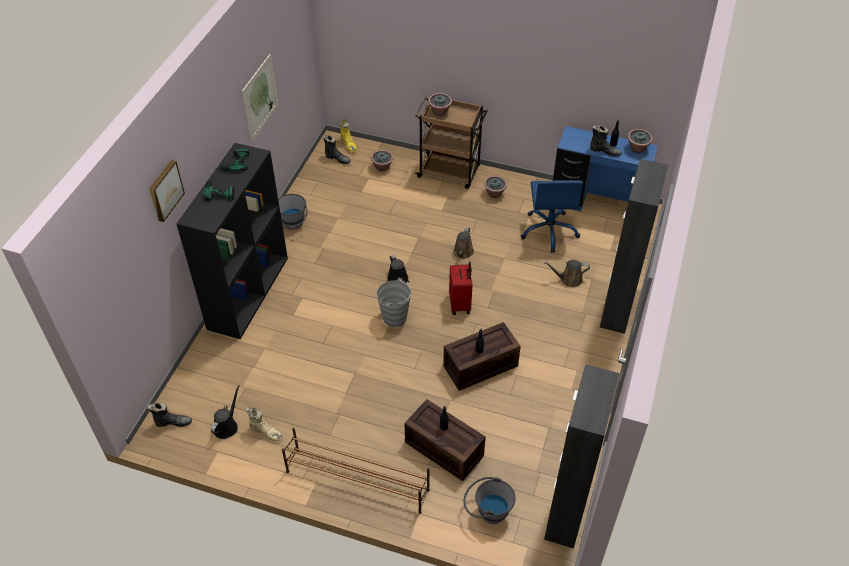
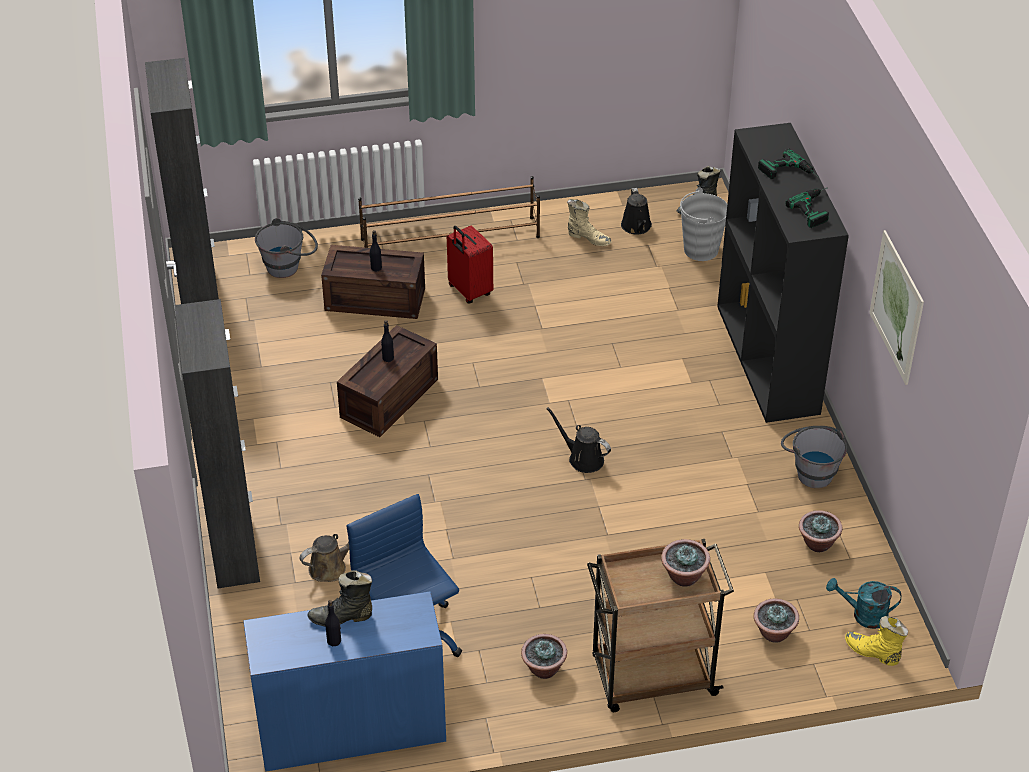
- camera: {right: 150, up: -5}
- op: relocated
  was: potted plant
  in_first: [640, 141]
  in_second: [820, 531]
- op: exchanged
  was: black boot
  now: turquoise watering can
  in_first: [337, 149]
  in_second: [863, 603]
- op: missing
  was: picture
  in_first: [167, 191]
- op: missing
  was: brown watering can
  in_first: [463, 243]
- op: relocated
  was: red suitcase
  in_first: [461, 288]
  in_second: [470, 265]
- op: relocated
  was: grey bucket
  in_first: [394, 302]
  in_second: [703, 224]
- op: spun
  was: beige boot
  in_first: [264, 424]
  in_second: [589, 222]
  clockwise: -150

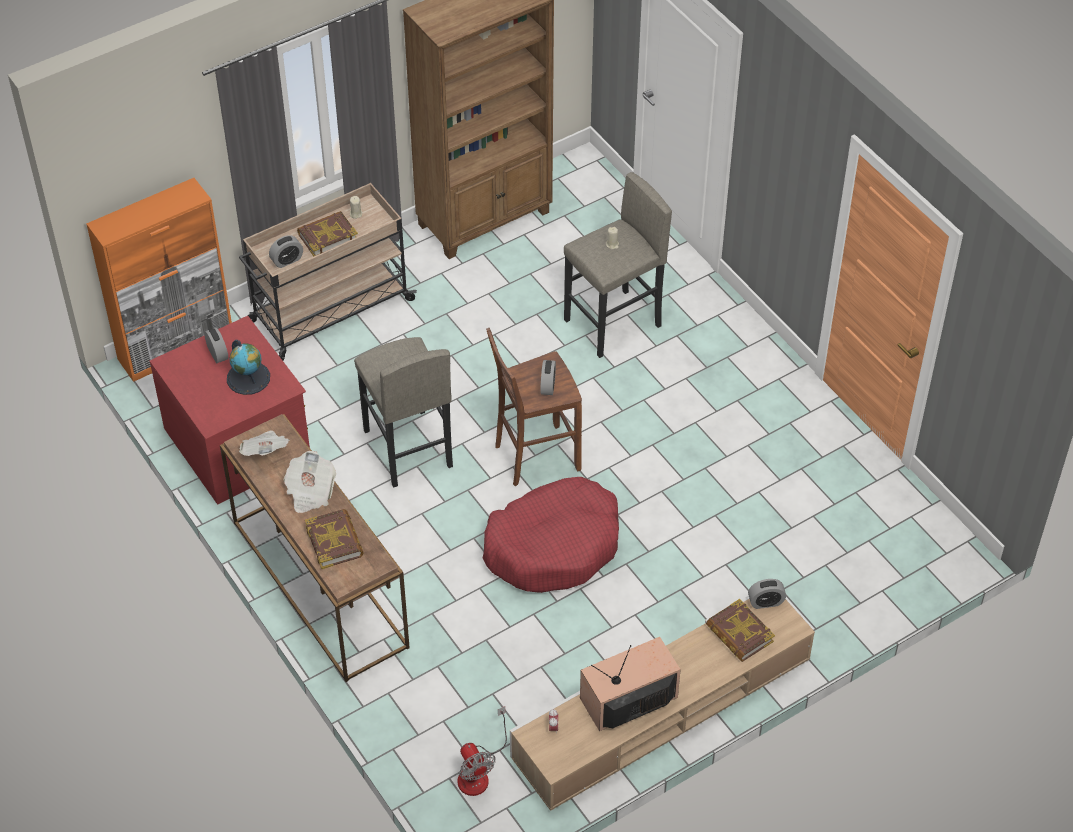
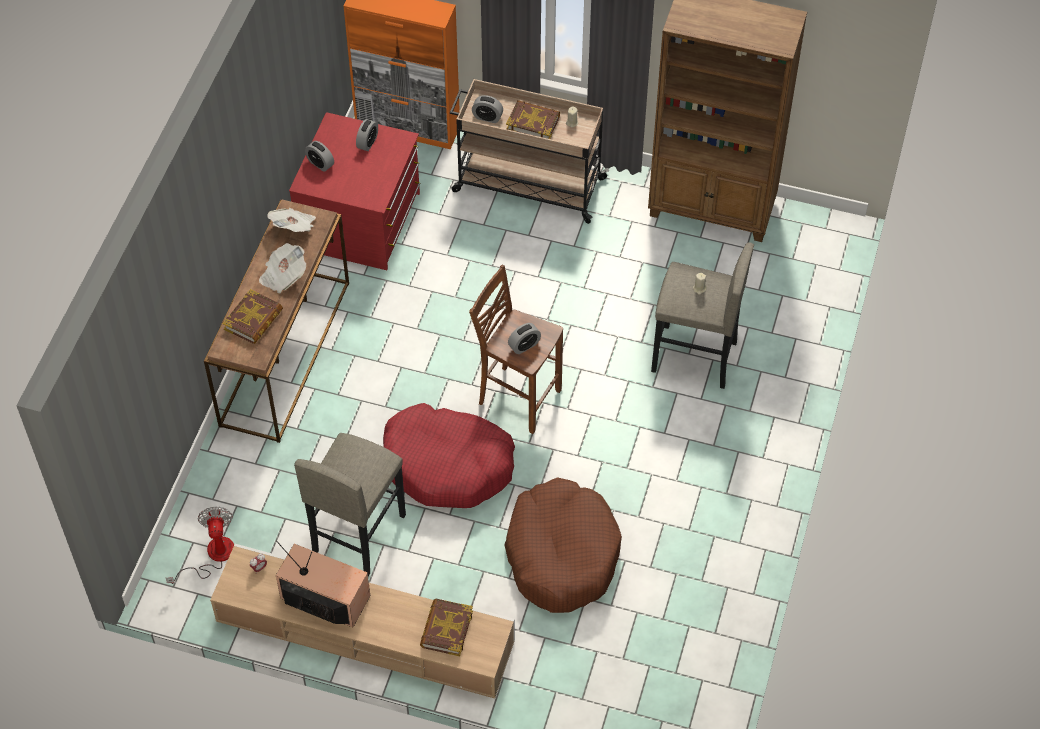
- camera: {right: 50, up: 5}
- op: relocated
  was: grey stool
  in_first: [403, 412]
  in_second: [350, 505]
- op: missing
  was: globe
  in_first: [248, 367]
- op: relocated
  was: alarm clock
  in_first: [767, 594]
  in_second: [319, 156]
- op: spun
  was: fan
  in_first: [482, 751]
  in_second: [200, 545]
  clockwise: 150
- op: appeared
  now: brown dog bed
  in_second: [563, 545]

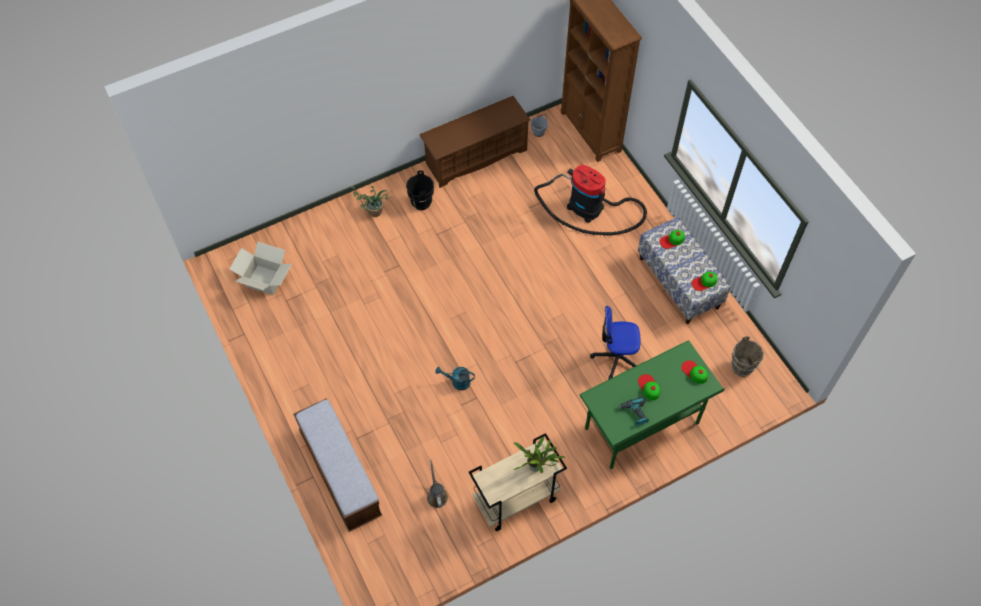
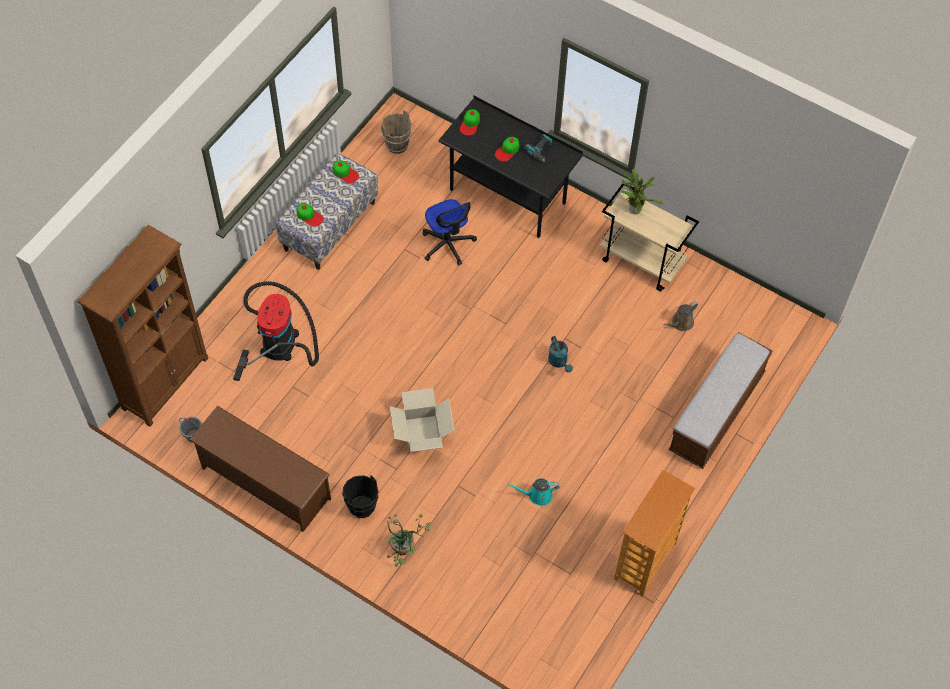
- camera: {right: -120, up: 0}
- op: relocated
  was: cardboard box
  in_first: [260, 268]
  in_second: [422, 420]
- op: colour
  was: green desk
  now: black desk
  in_first: [652, 404]
  in_second: [511, 167]
- op: appeared
  now: bookcase
  in_second: [654, 533]
- op: appeared
  now: turquoise watering can
  in_second: [533, 492]

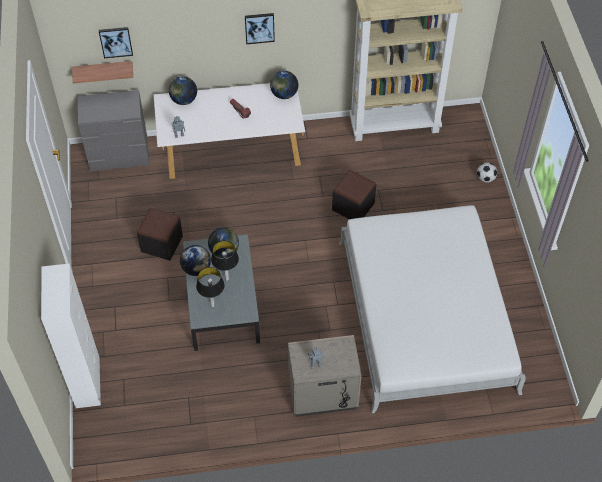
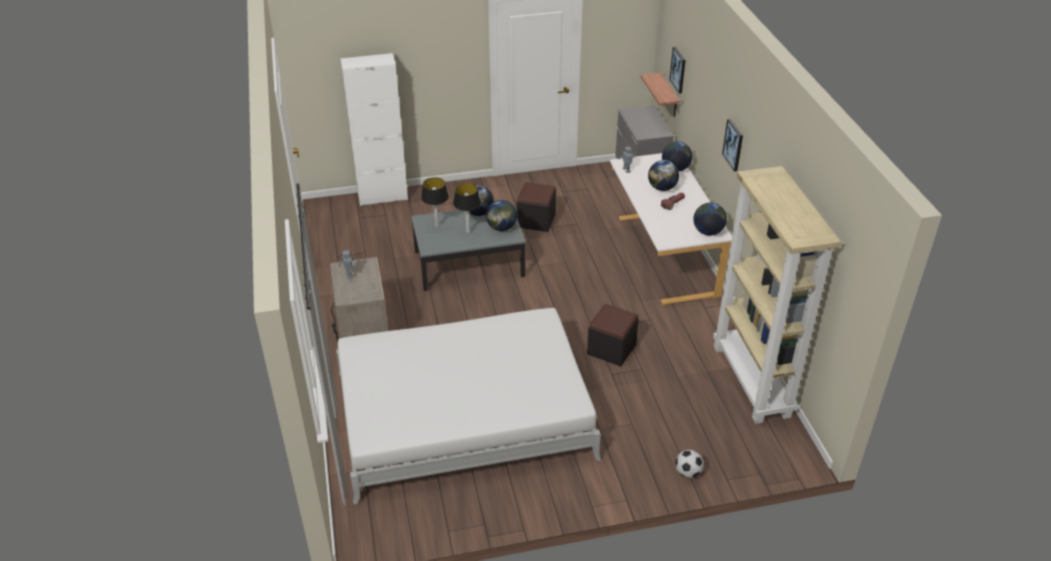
- camera: {right: 85, up: -15}
- op: appeared
  now: globe
  in_second: [663, 175]

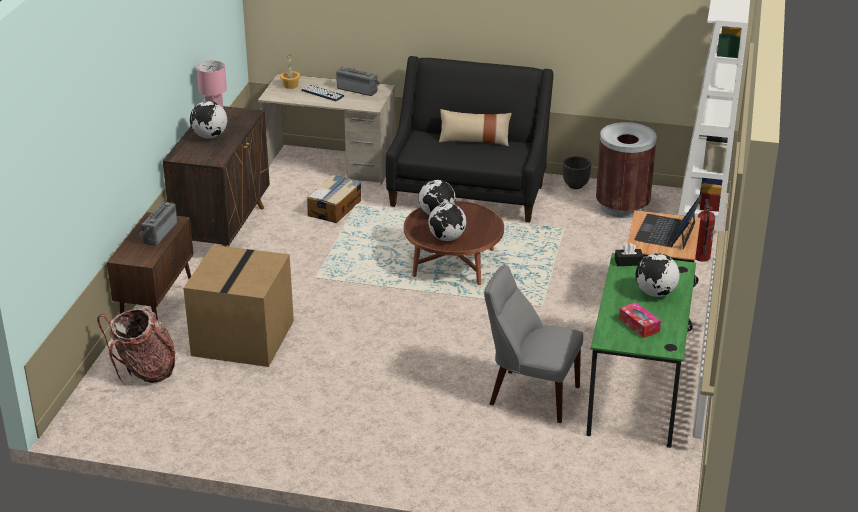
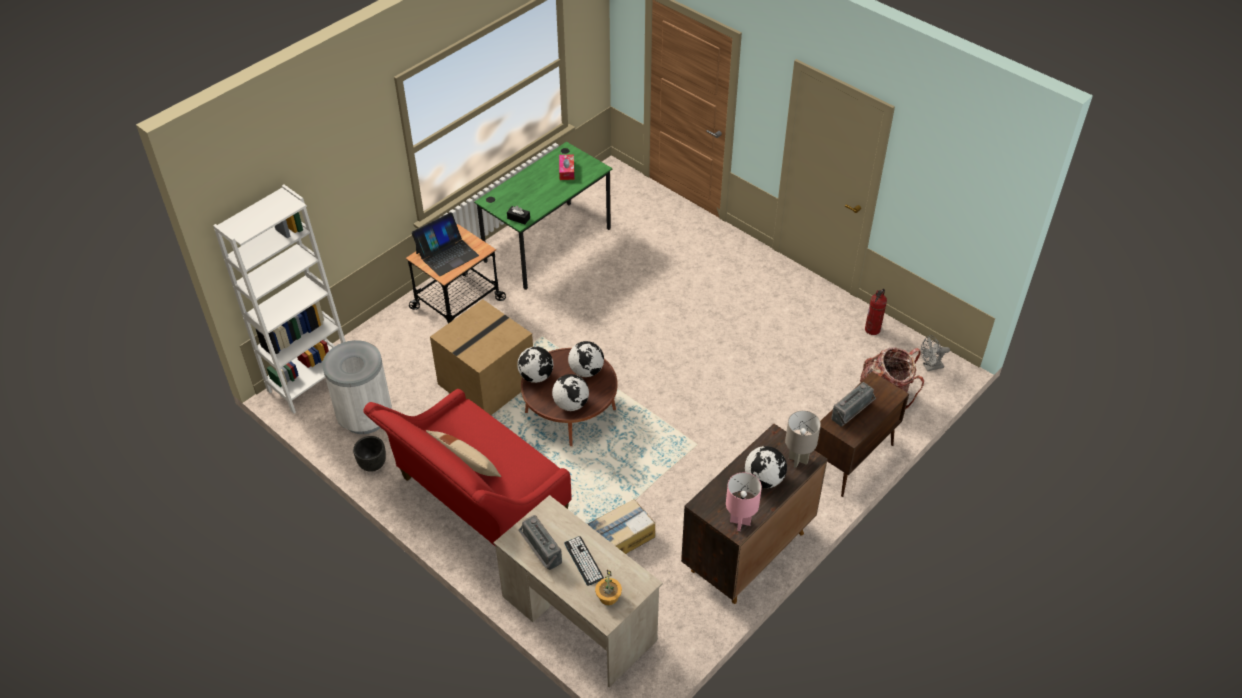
- camera: {right: -150, up: 15}
- op: colour
  was: black sofa
  now: red sofa
  in_first: [469, 139]
  in_second: [467, 468]
- op: colour
  was: brown trash can
  now: white trash can
  in_first: [626, 170]
  in_second: [357, 387]
- op: relocated
  was: fire extinguisher
  in_first: [705, 230]
  in_second: [876, 312]
- op: relocated
  was: cardboard box
  in_first: [238, 306]
  in_second: [481, 357]
- op: relocated
  was: globe
  in_first: [658, 275]
  in_second: [535, 365]
- op: missing
  was: grey chair
  in_first: [533, 344]
- op: appeared
  now: grey fan
  in_second: [935, 353]
- op: appeared
  now: grey table lamp
  in_second: [803, 439]

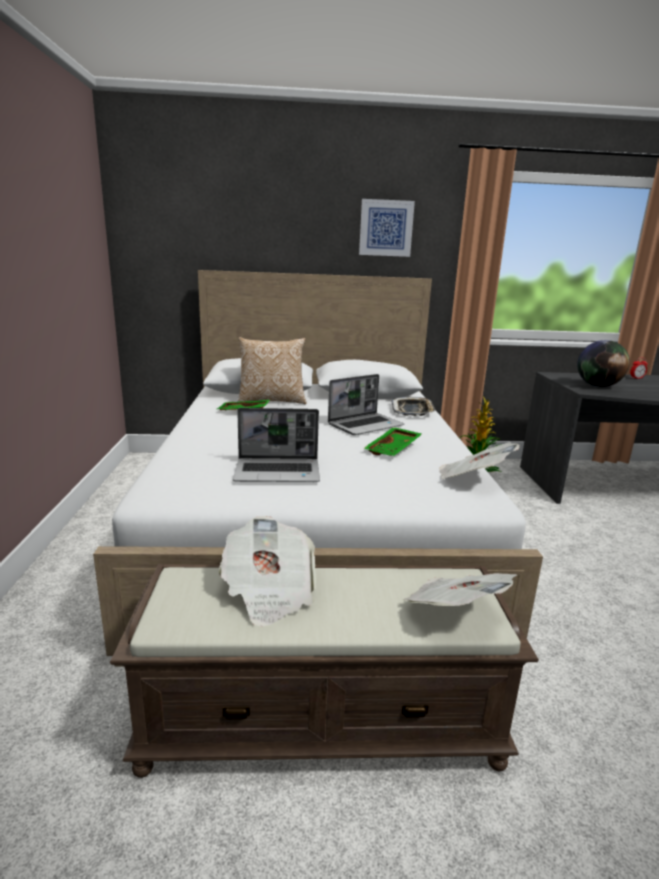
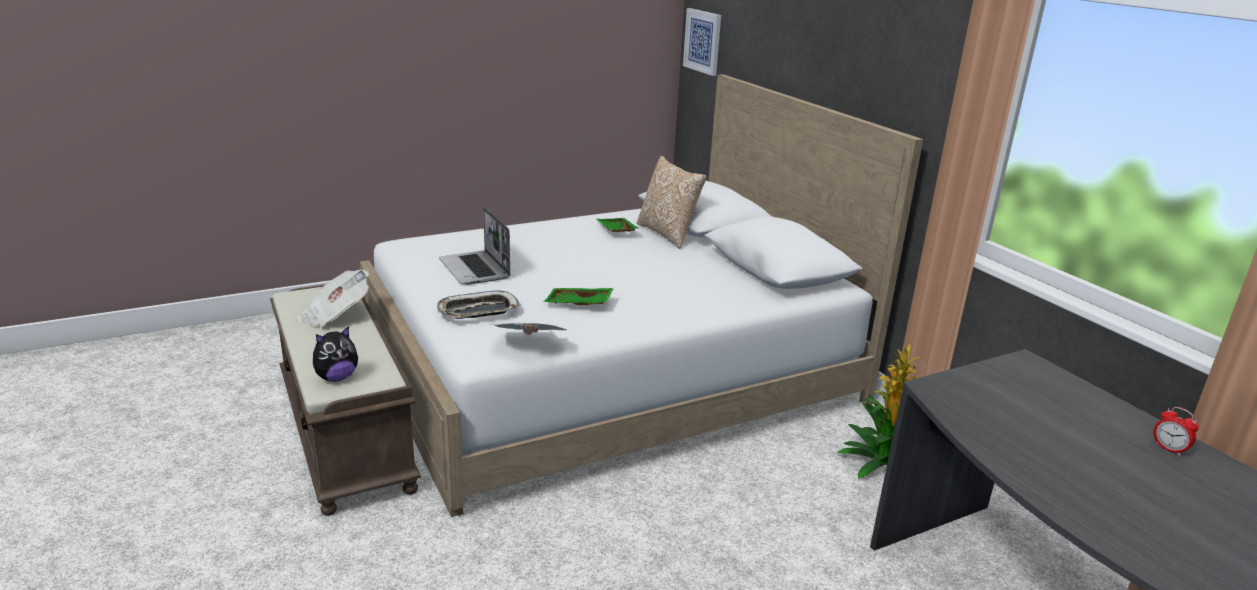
- camera: {right: 65, up: 5}
- op: relocated
  was: picture
  in_first: [387, 228]
  in_second: [702, 42]
- op: missing
  was: globe
  in_first: [603, 363]
- op: missing
  was: laptop
  in_first: [366, 404]
- op: relocated
  was: tray
  in_first: [413, 406]
  in_second: [479, 304]
- op: exchanged
  was: newspaper
  now: plush toy
  in_first: [460, 589]
  in_second: [335, 354]

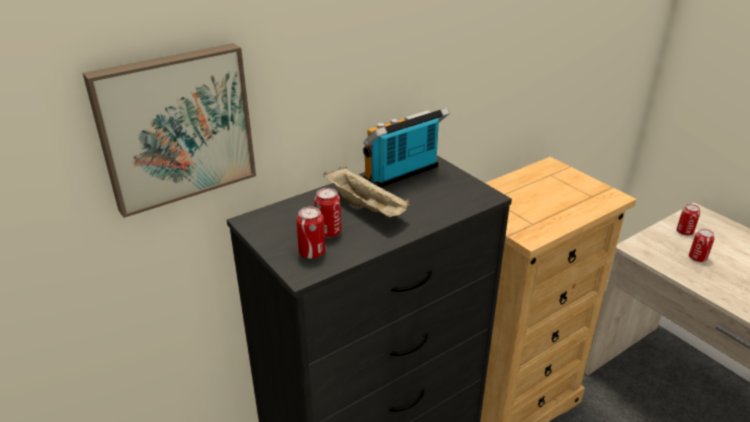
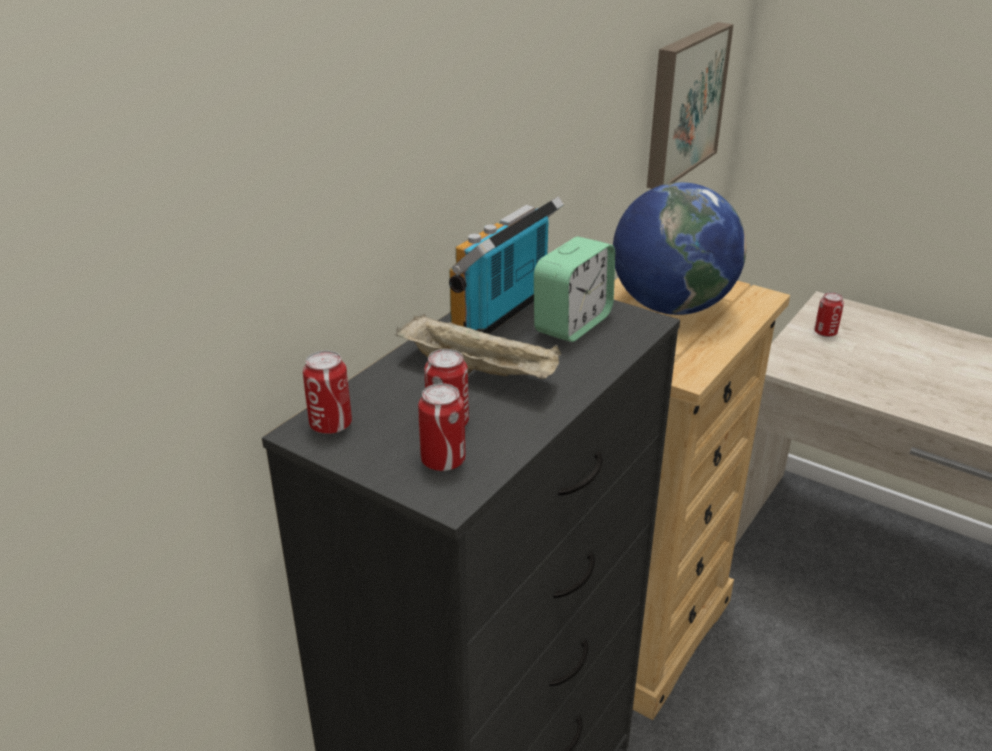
- camera: {right: -20, up: 0}
- op: relocated
  was: picture
  in_first: [169, 130]
  in_second: [690, 105]
- op: relocated
  was: can
  in_first: [701, 245]
  in_second: [327, 392]
- op: appeared
  now: globe
  in_second: [679, 248]
- op: appeared
  now: alarm clock
  in_second: [574, 289]

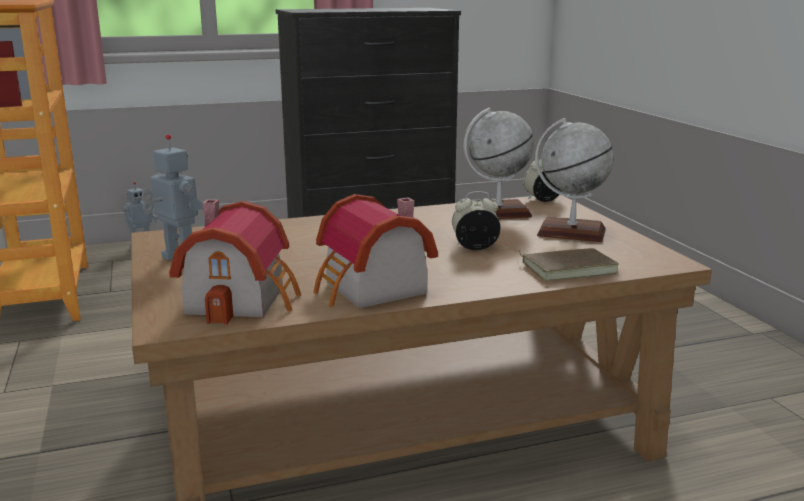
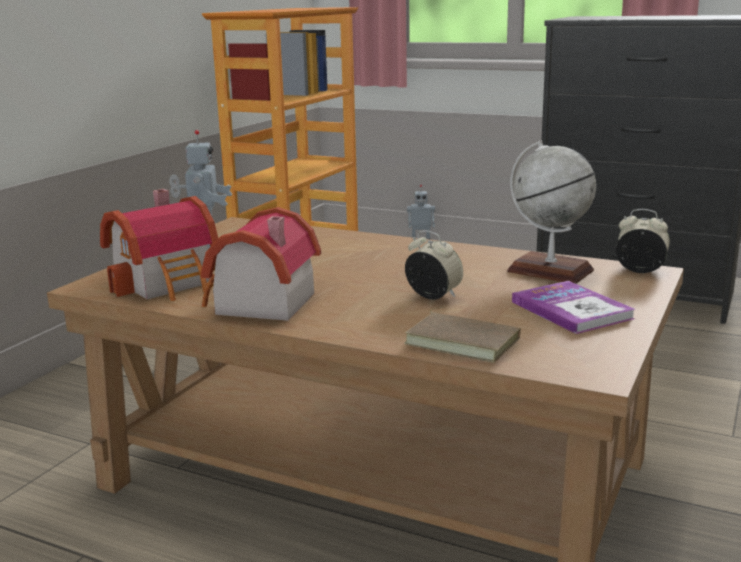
- camera: {right: 45, up: 0}
- op: exchanged
  was: globe
  now: book
  in_first: [574, 180]
  in_second: [573, 307]

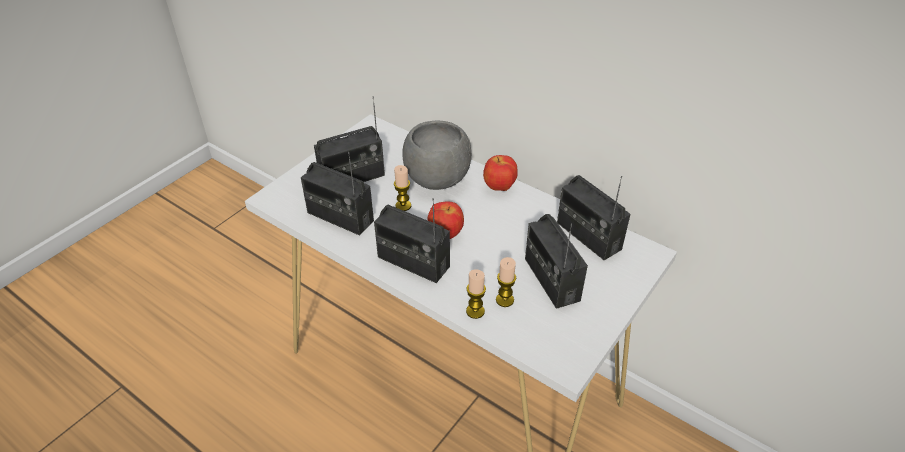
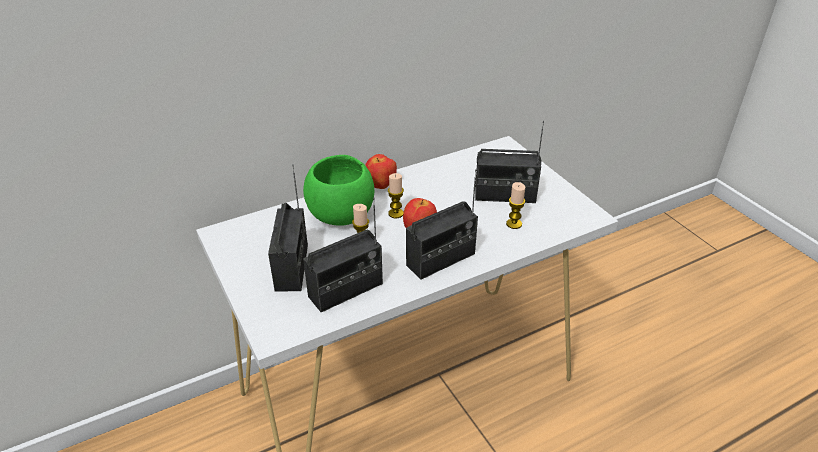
- camera: {right: -65, up: -5}
- op: colour
  was: grey bowl
  now: green bowl
  in_first: [436, 155]
  in_second: [338, 190]
- op: missing
  was: radio
  in_first: [593, 217]
- op: relocated
  was: candle
  in_first: [476, 294]
  in_second: [396, 195]

